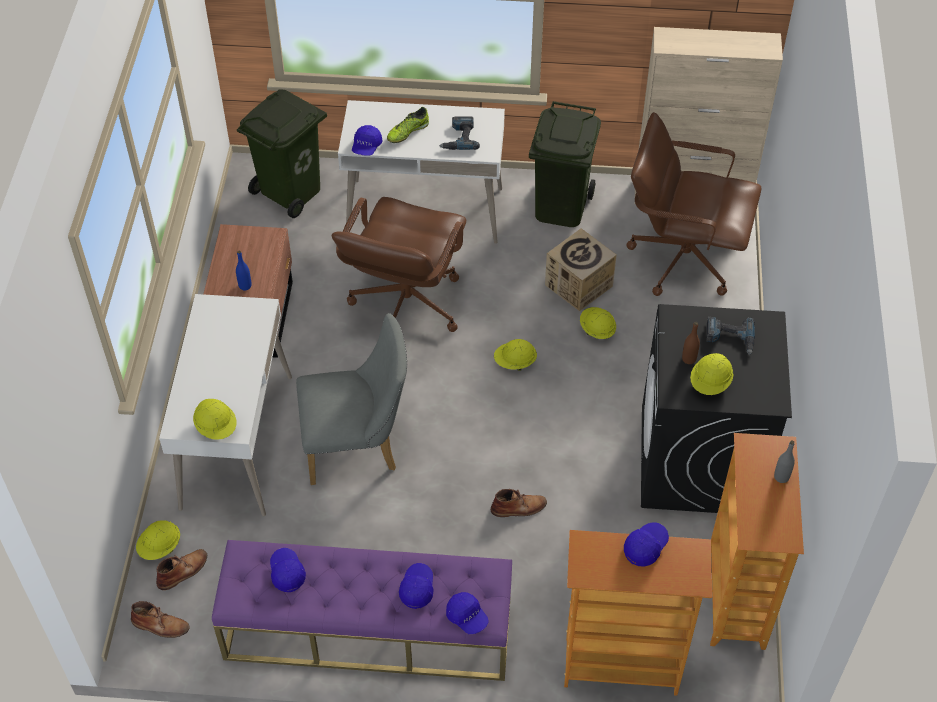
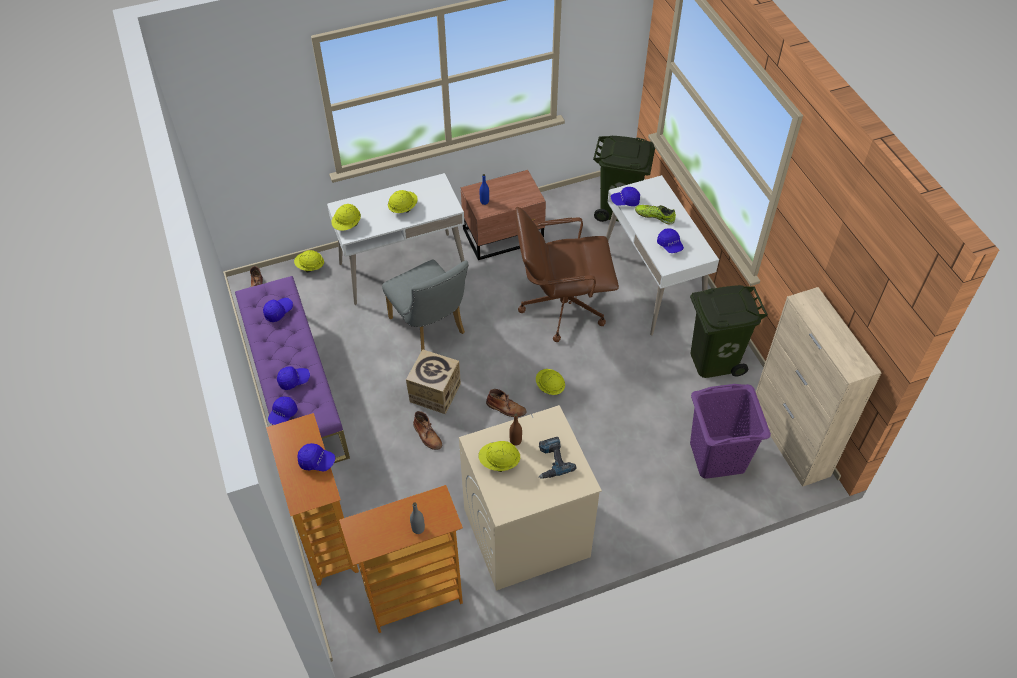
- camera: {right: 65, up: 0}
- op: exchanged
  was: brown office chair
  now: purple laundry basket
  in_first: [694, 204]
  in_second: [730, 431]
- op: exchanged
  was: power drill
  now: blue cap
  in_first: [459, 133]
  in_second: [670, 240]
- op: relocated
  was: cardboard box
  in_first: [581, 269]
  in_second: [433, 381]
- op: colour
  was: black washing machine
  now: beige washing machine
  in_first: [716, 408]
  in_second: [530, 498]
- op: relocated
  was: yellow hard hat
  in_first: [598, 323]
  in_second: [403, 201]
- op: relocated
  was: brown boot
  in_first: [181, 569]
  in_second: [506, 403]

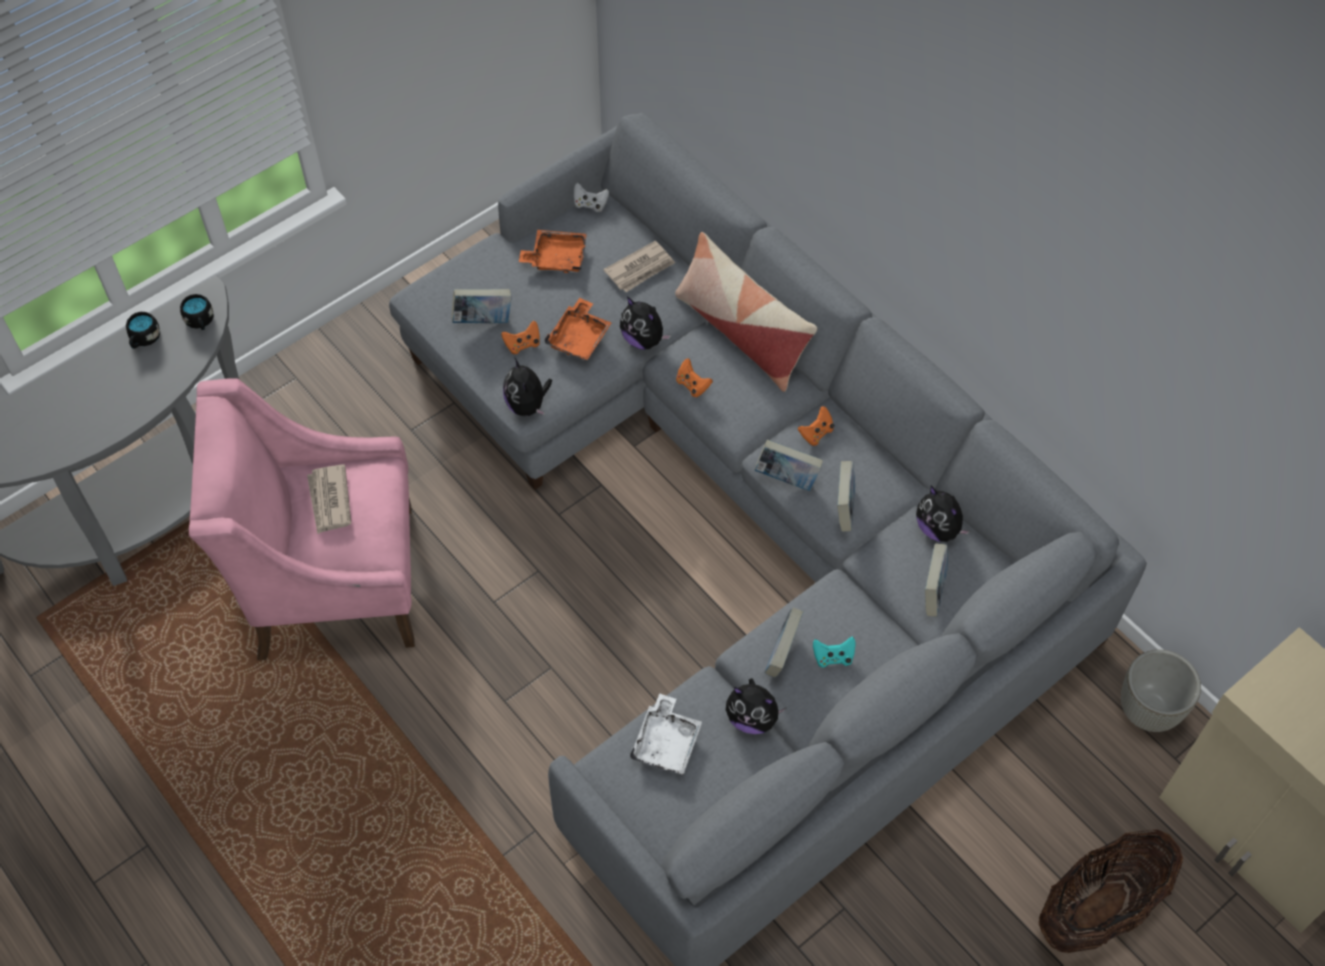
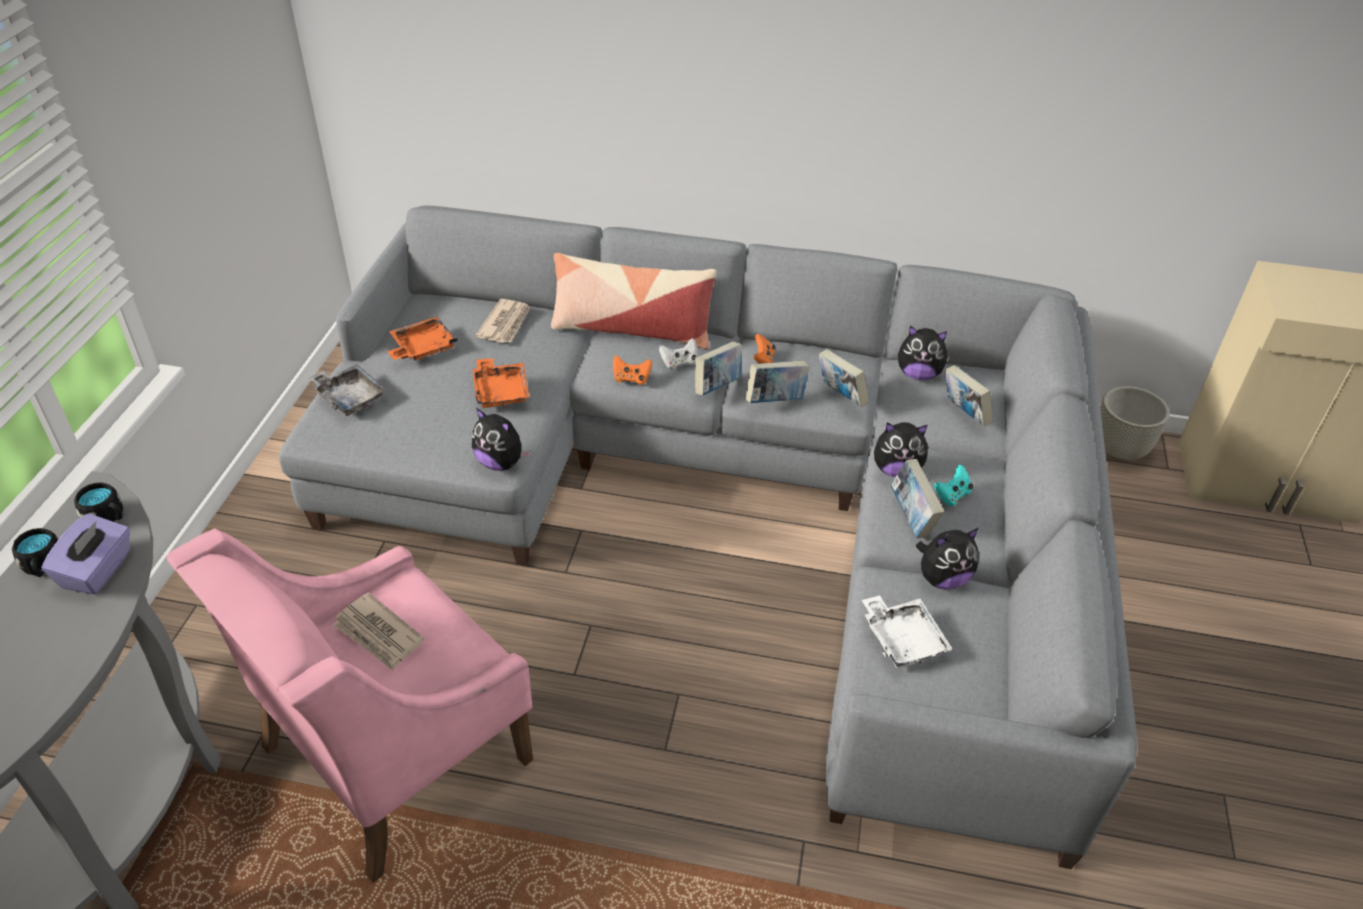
- camera: {right: -40, up: -15}
- op: relocated
  was: white game controller
  in_first: [591, 197]
  in_second: [678, 354]
- op: relocated
  was: book
  in_first: [482, 306]
  in_second: [718, 368]
- op: relocated
  was: plush toy
  in_first: [645, 323]
  in_second: [902, 449]
- op: missing
  was: orange game controller
  in_first: [520, 337]
- op: missing
  was: basket
  in_first: [1111, 891]
- op: appeared
  now: grey tray
  in_second: [348, 390]
- op: appeared
  now: purple tissue box
  in_second: [86, 553]

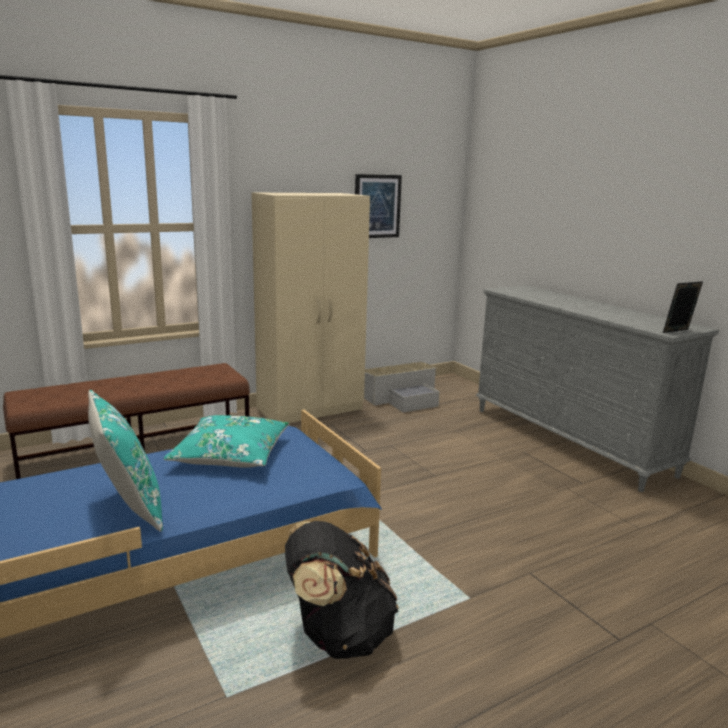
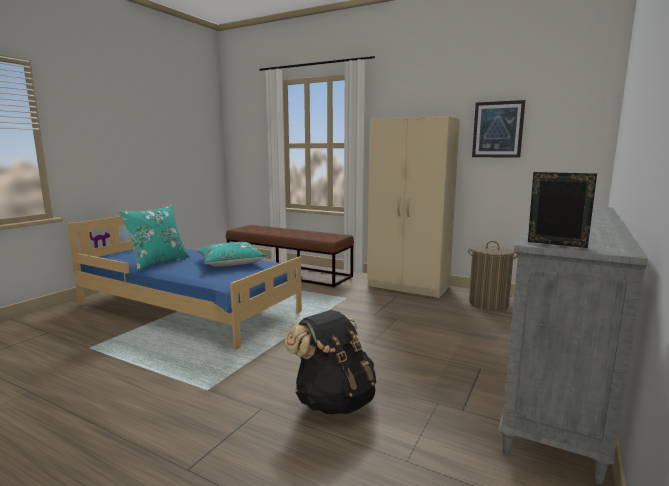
- camera: {right: 60, up: -5}
- op: exchanged
  was: grey storage box
  now: laundry basket
  in_first: [402, 387]
  in_second: [493, 276]
- op: relocated
  was: black backpack
  in_first: [342, 590]
  in_second: [330, 362]

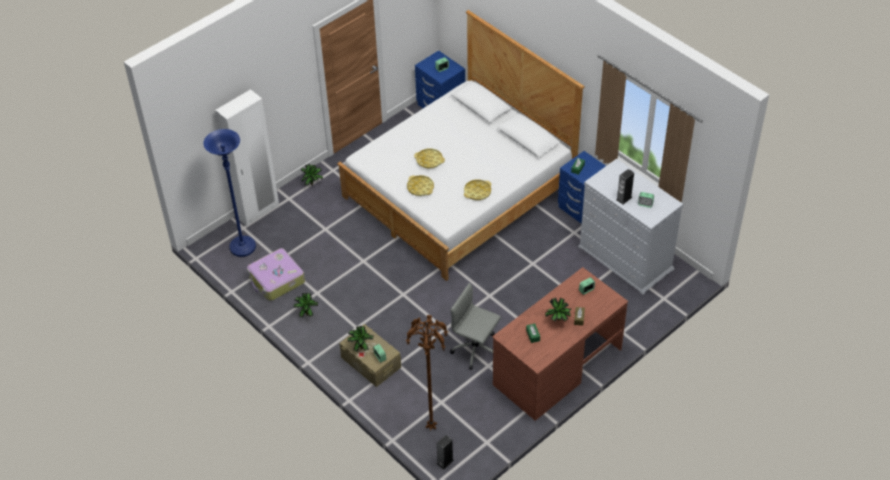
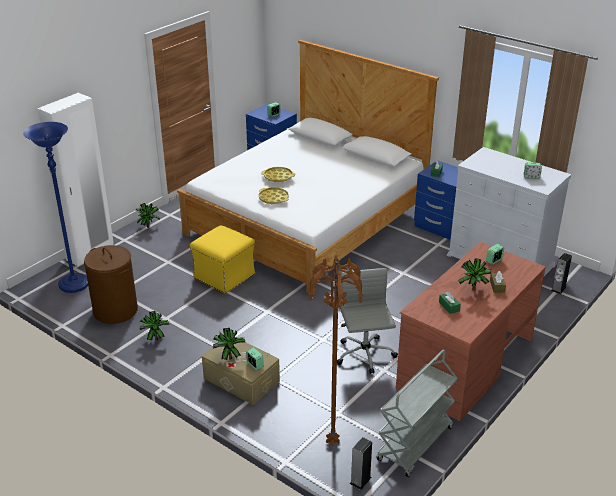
- camera: {right: -10, up: -15}
- op: relocated
  was: speaker
  in_first: [625, 187]
  in_second: [561, 273]
- op: missing
  was: yellow tray
  in_first: [477, 190]
- op: exchanged
  was: suitcase
  now: brown laundry basket
  in_first: [276, 274]
  in_second: [111, 284]
- op: spun
  was: grey office chair
  in_first: [475, 326]
  in_second: [367, 321]
  clockwise: 60
- op: appeared
  now: yellow ottoman
  in_second: [222, 259]
- op: appeared
  now: grey cart
  in_second: [417, 413]

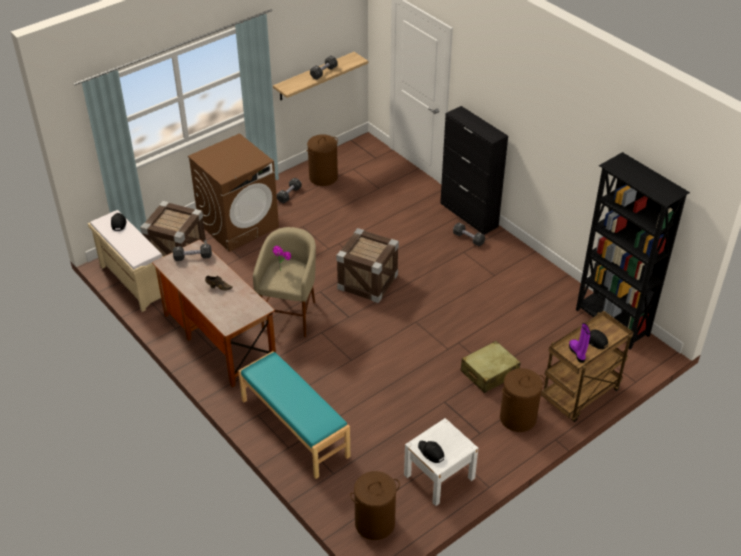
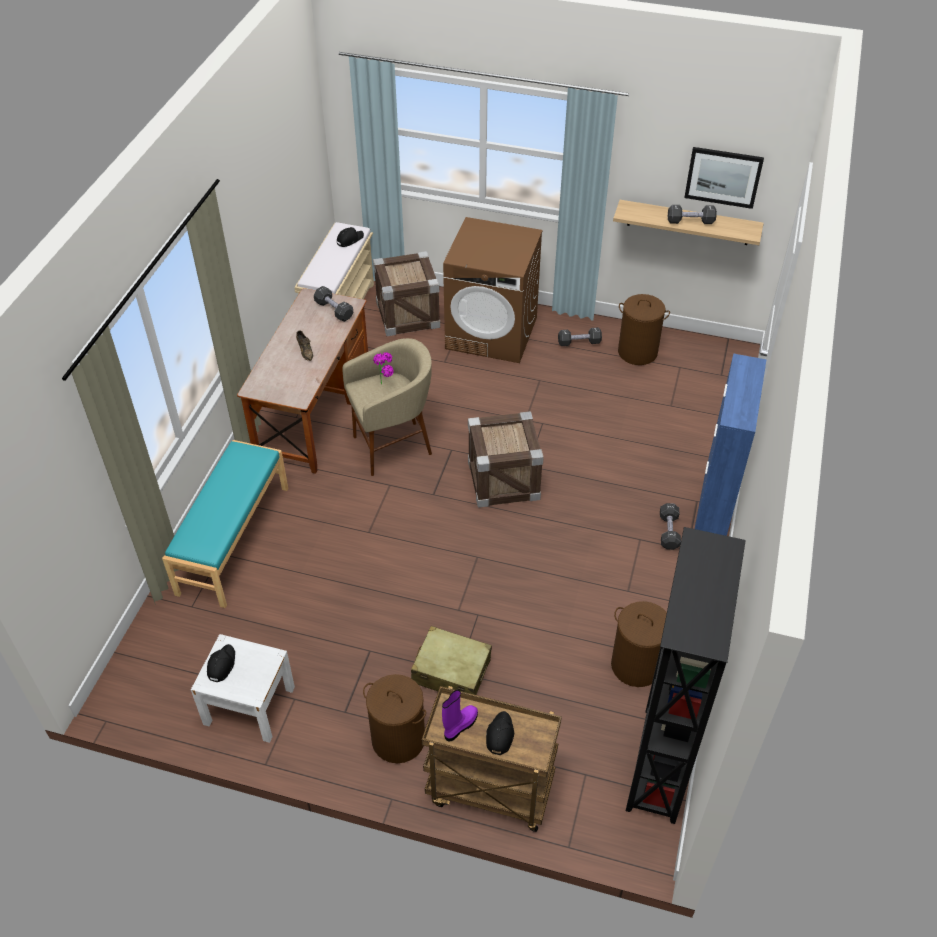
- camera: {right: 55, up: 5}
- op: colour
  was: black cabinet
  now: blue cabinet
  in_first: [474, 170]
  in_second: [731, 444]
- op: relocated
  was: brown laundry basket
  in_first: [375, 505]
  in_second: [639, 644]
- op: appeared
  now: picture
  in_second: [724, 178]

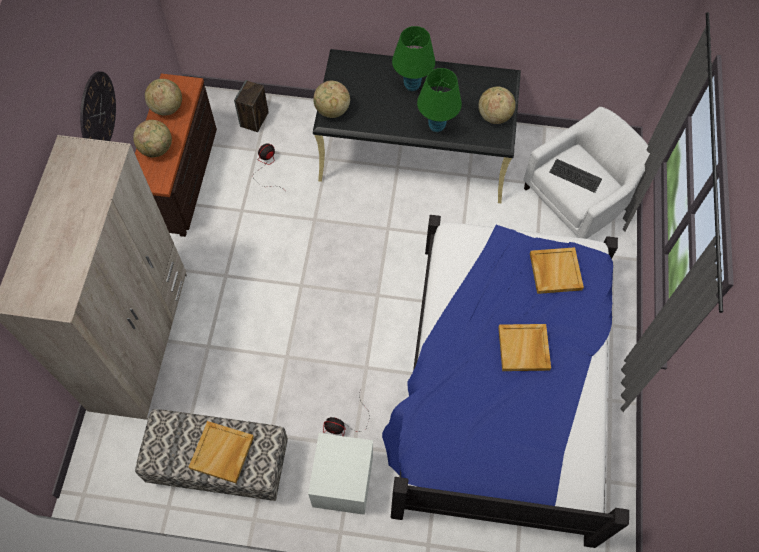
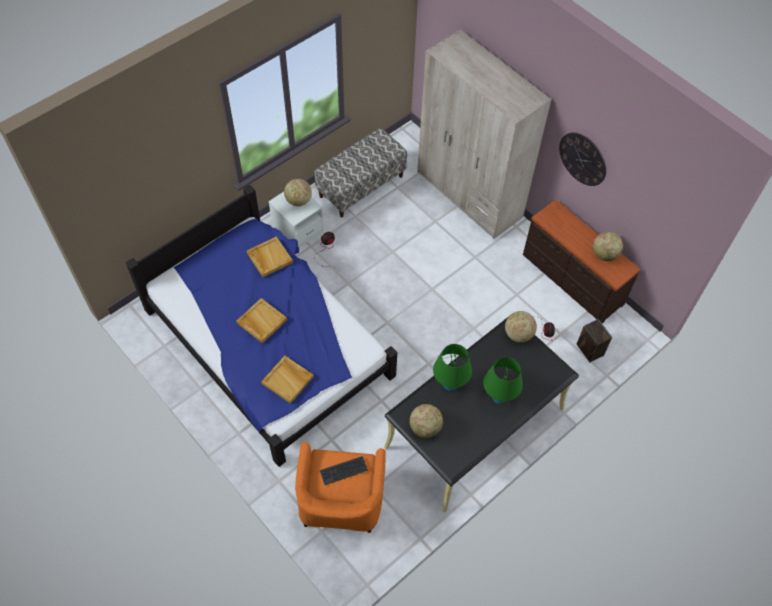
- camera: {right: 130, up: -5}
- op: colour
  was: white armchair
  now: orange armchair
  in_first: [586, 173]
  in_second: [340, 487]
- op: relocated
  was: globe
  in_first: [152, 139]
  in_second: [298, 192]
- op: relocated
  was: beige tray
  in_first: [221, 452]
  in_second: [270, 256]

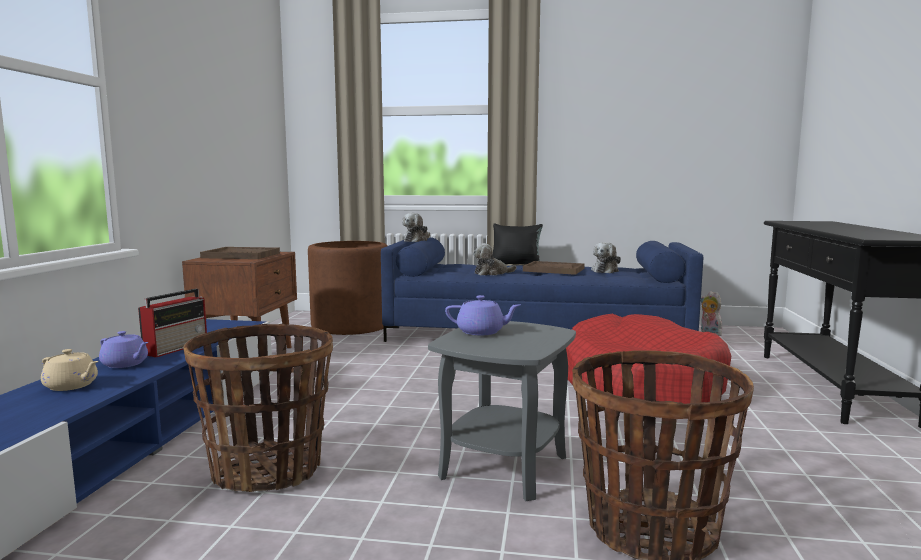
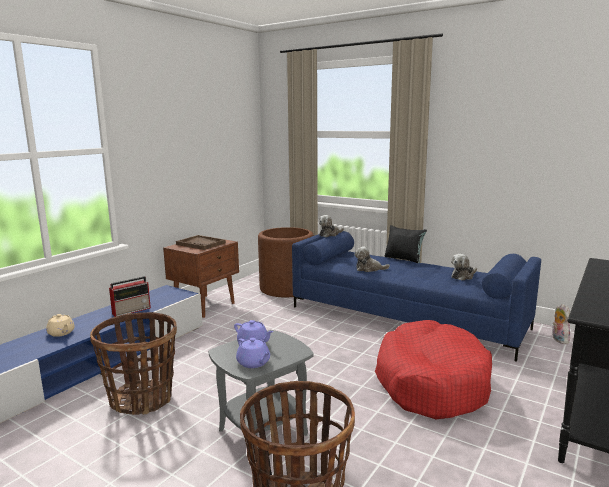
- camera: {right: 25, up: 5}
- op: missing
  was: brown tray
  in_first: [554, 268]
- op: relocated
  was: purple teapot
  in_first: [124, 349]
  in_second: [253, 353]

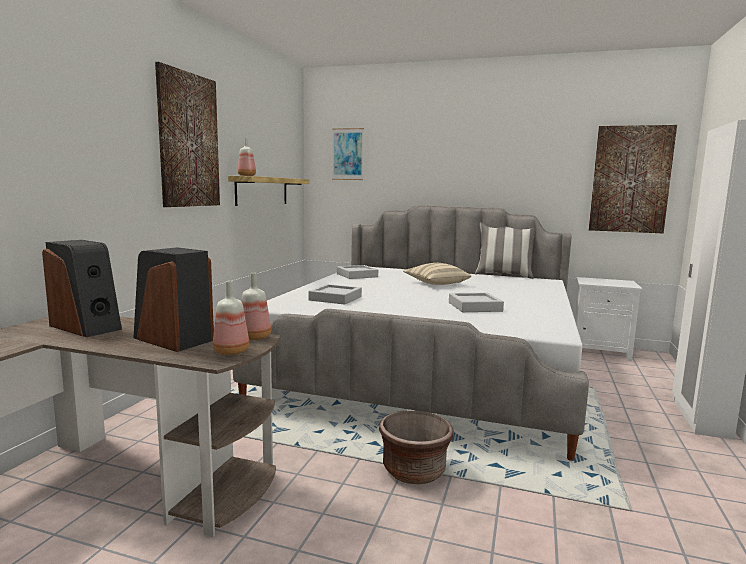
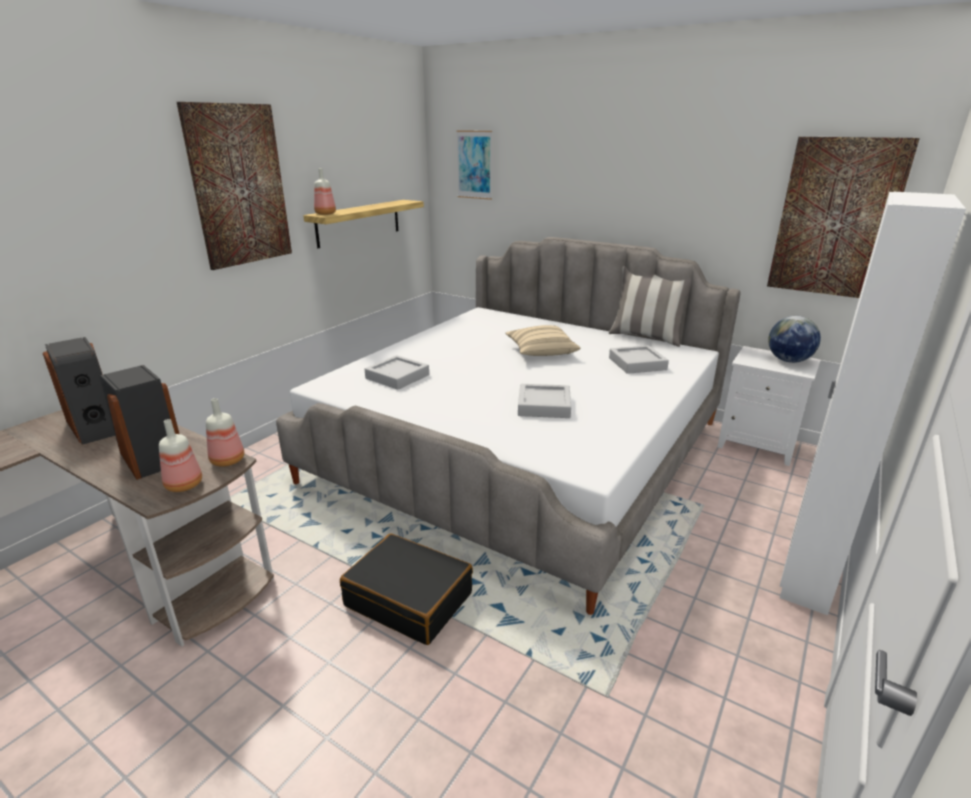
- camera: {right: 15, up: 15}
- op: relocated
  was: grey tray
  in_first: [357, 272]
  in_second: [639, 359]
- op: exchanged
  was: brown planter
  now: black suitcase
  in_first: [416, 447]
  in_second: [406, 589]
- op: appeared
  now: globe
  in_second: [794, 339]

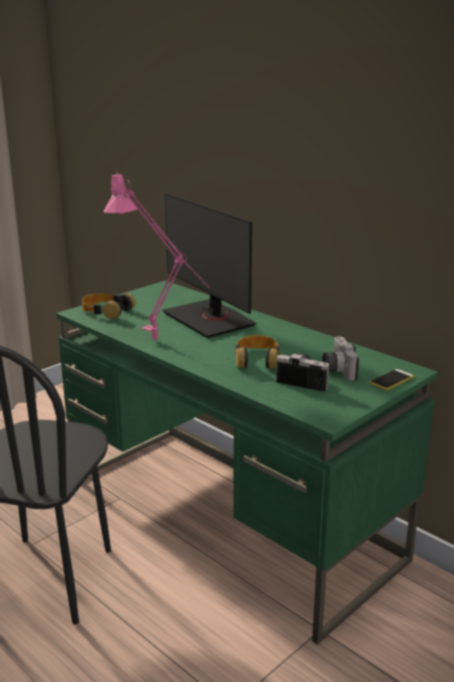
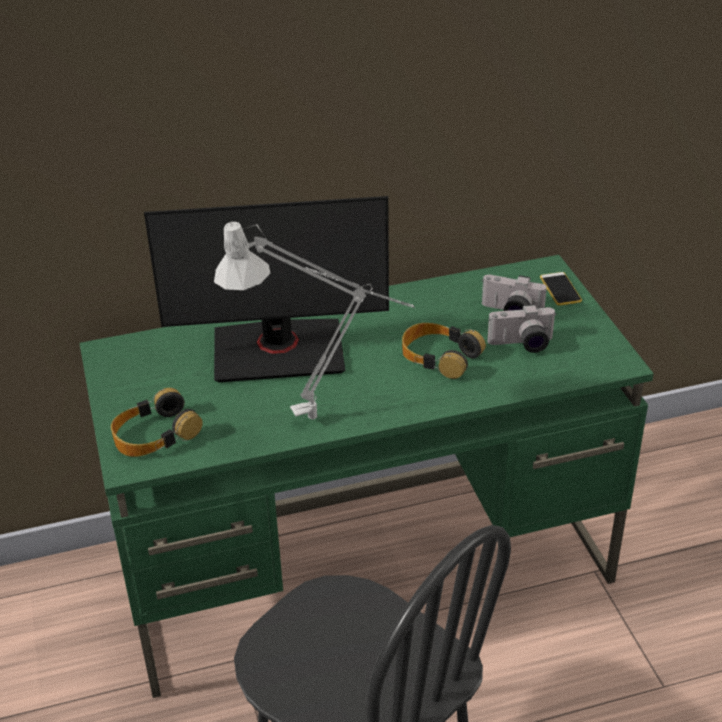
- camera: {right: -60, up: 15}
- op: colour
  was: pink table lamp
  now: grey table lamp
  in_first: [157, 256]
  in_second: [314, 320]
- op: spun
  was: photo camera
  in_first: [303, 372]
  in_second: [522, 328]
  clockwise: -150

